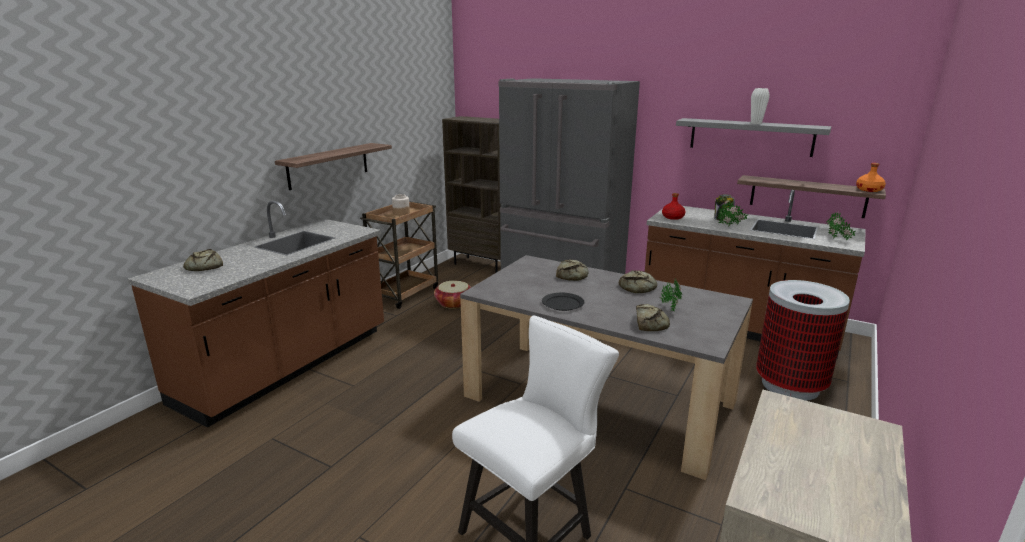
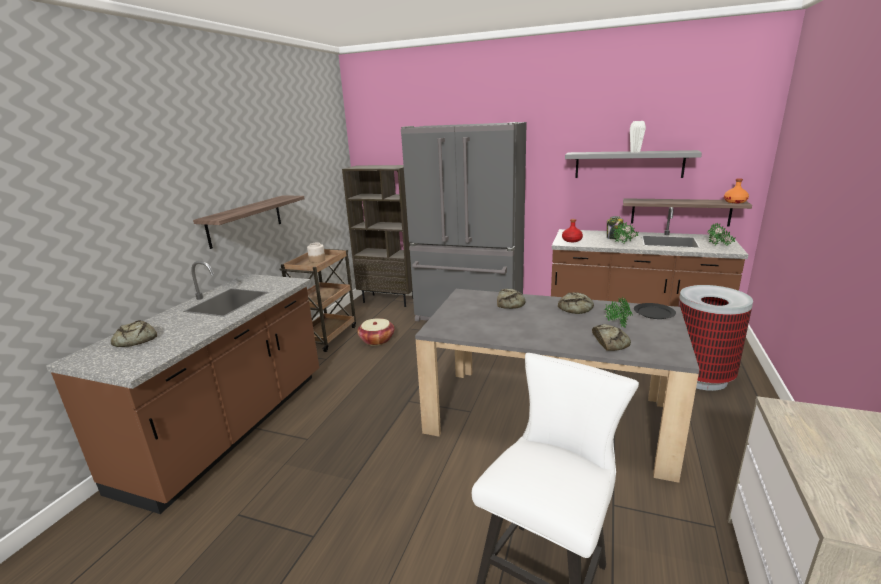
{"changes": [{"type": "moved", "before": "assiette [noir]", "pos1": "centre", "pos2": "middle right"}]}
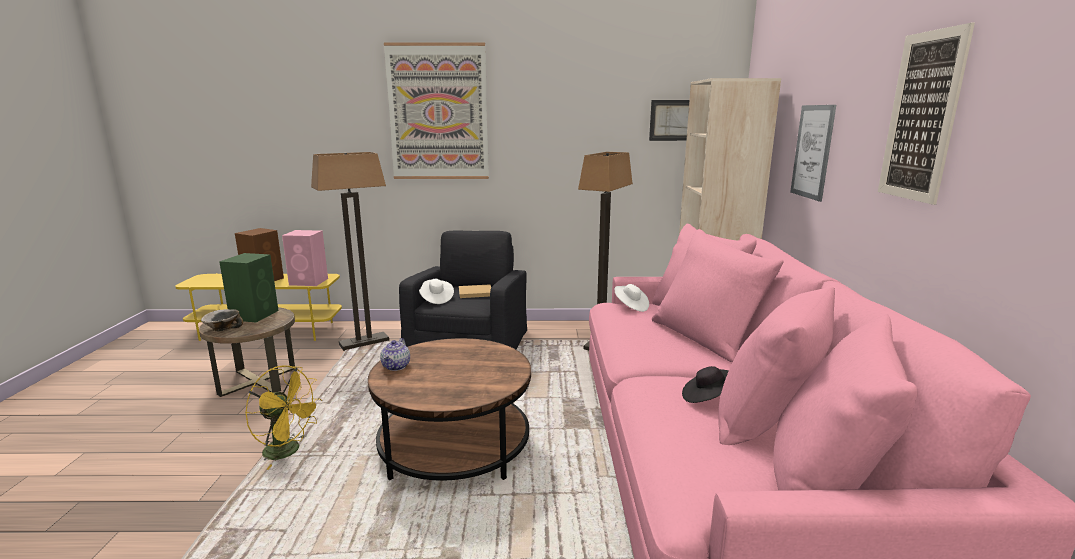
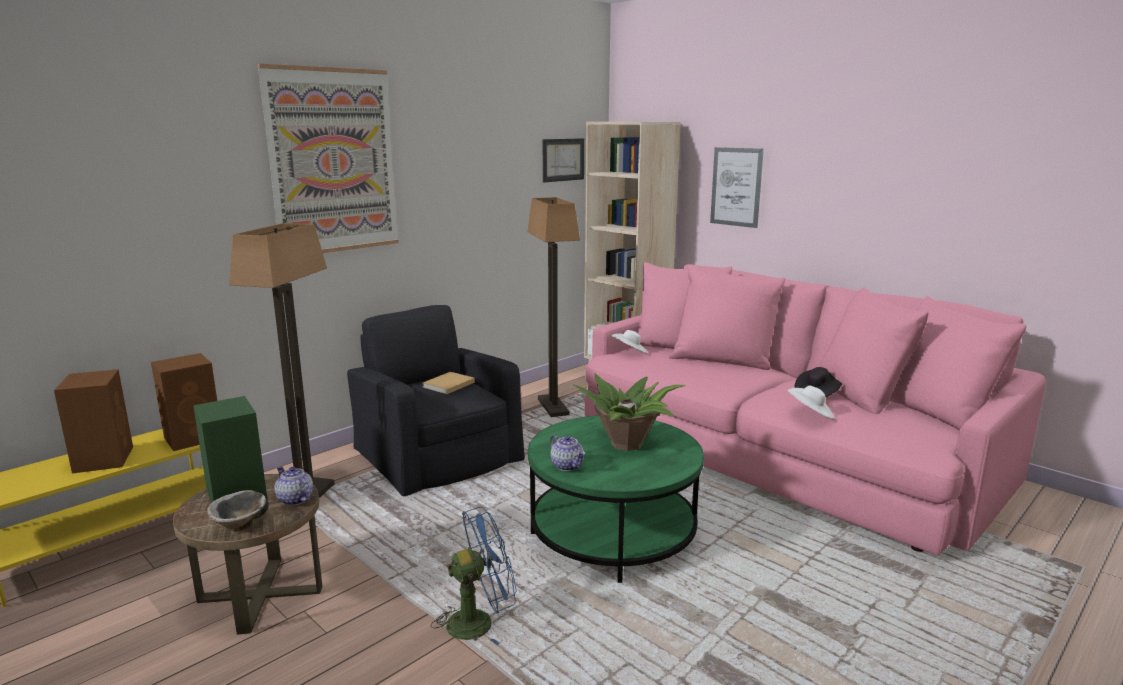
{"changes": [{"type": "removed", "before": "tableau (4th from left)", "pos1": "top right"}, {"type": "recoloured", "before": "enceinte [rose]", "after": "enceinte [marron] (2nd from left)", "pos1": "middle left", "pos2": "middle left"}, {"type": "moved", "before": "chapeau [blanc] (1st from left in the first image)", "after": "chapeau [blanc] (2nd from left)", "pos1": "centre", "pos2": "middle right"}, {"type": "recoloured", "before": "table basse [marron]", "after": "table basse [vert]", "pos1": "bottom centre", "pos2": "bottom centre"}, {"type": "recoloured", "before": "ventilateur [jaune]", "after": "ventilateur [bleu]", "pos1": "bottom left", "pos2": "bottom centre"}, {"type": "added", "after": "plante en pot", "pos2": "centre"}, {"type": "added", "after": "théière (1st from left)", "pos2": "bottom left"}]}
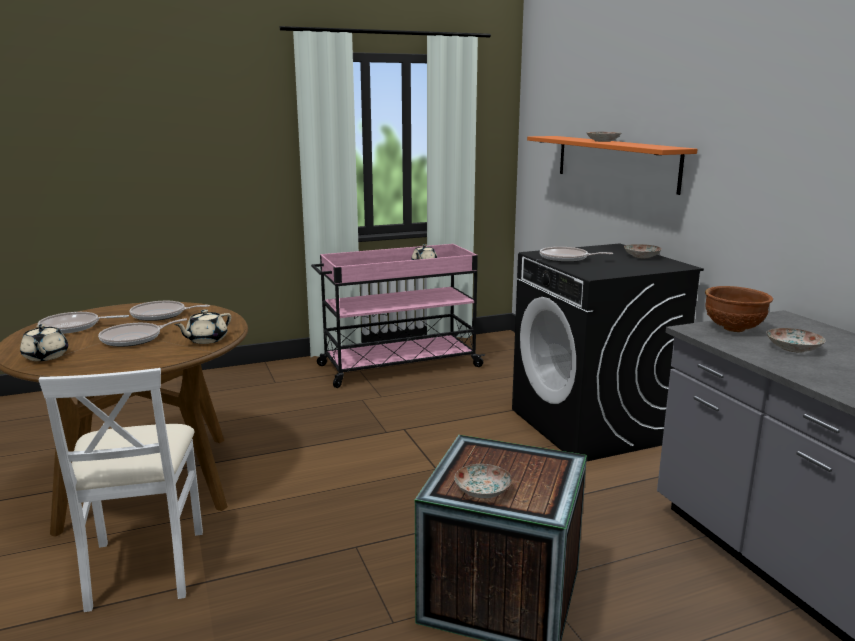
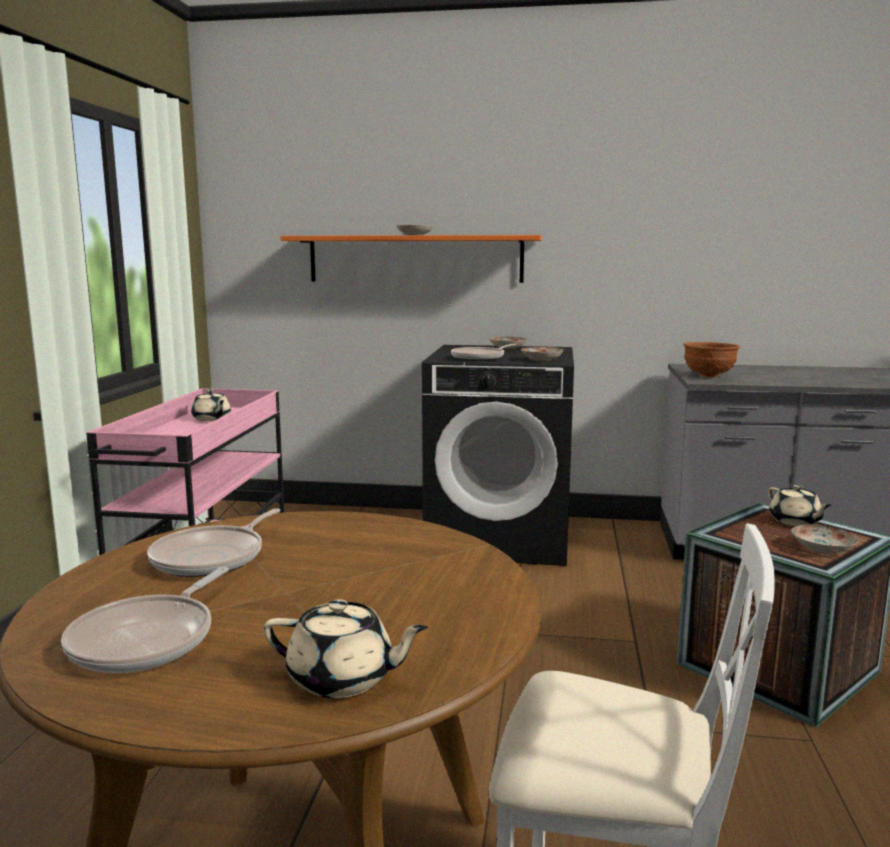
{"changes": [{"type": "moved", "before": "théière [beige] (2nd from left in the first image)", "after": "théière [beige] (3rd from left)", "pos1": "middle left", "pos2": "middle right"}, {"type": "removed", "before": "poêle (2nd from left)", "pos1": "middle left"}, {"type": "moved", "before": "assiette (4th from left in the first image)", "after": "assiette (3rd from left)", "pos1": "middle right", "pos2": "centre"}]}
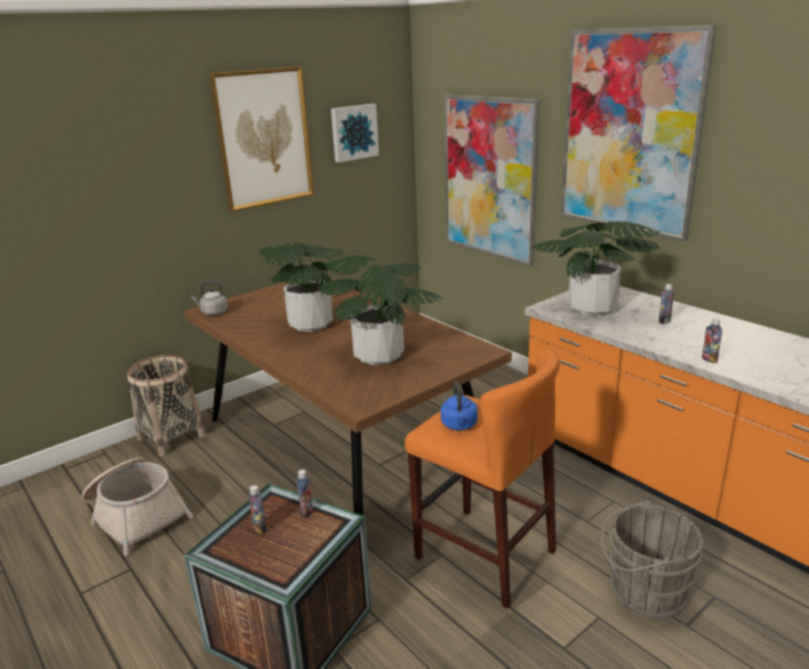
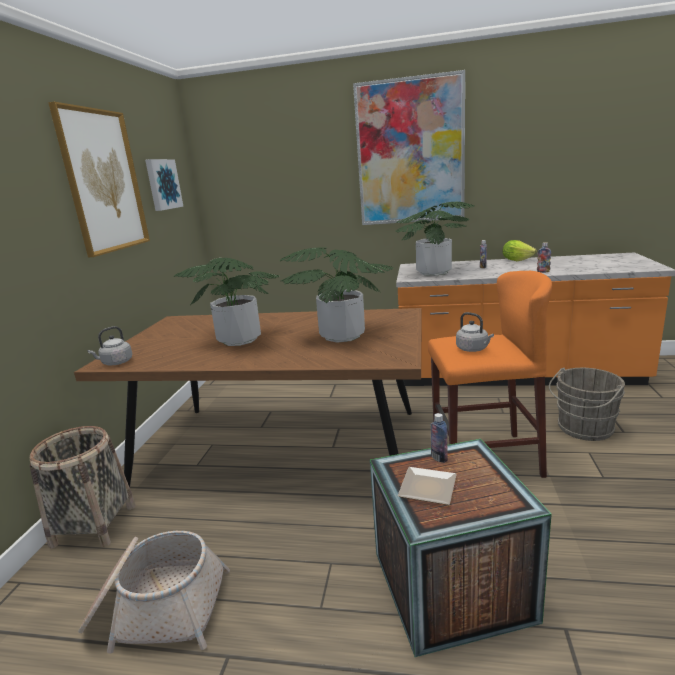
{"changes": [{"type": "removed", "before": "tableau (3rd from left)", "pos1": "top centre"}, {"type": "recoloured", "before": "bouilloire [bleu]", "after": "bouilloire [gris] (2nd from left)", "pos1": "centre", "pos2": "middle right"}, {"type": "replaced", "before": "bouteille (1st from left)", "after": "assiette", "pos1": "bottom left", "pos2": "bottom centre"}, {"type": "added", "after": "laitue", "pos2": "middle right"}]}
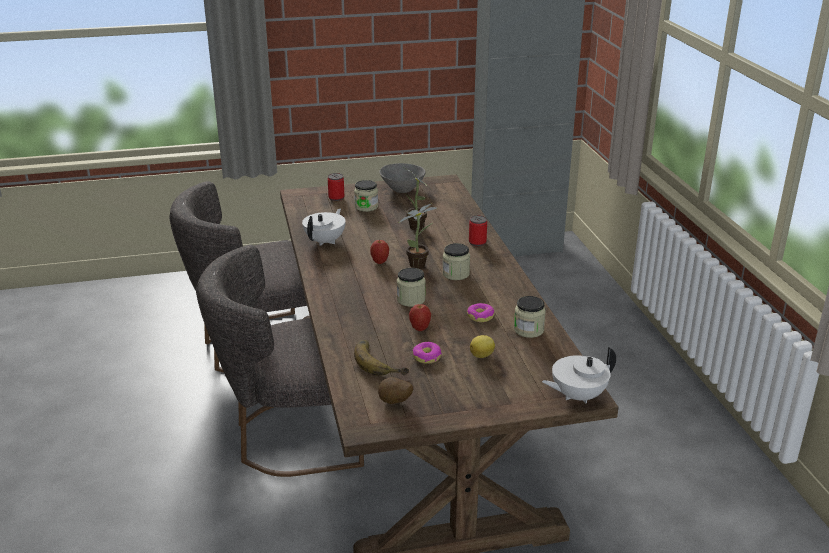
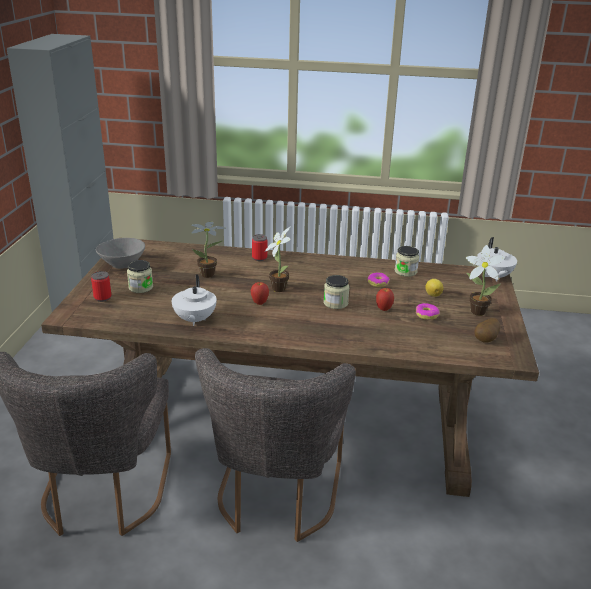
{"changes": [{"type": "turned", "before": "théière [blanc] (1st from left)", "pos1": "centre", "pos2": "middle left", "turn": -135}, {"type": "removed", "before": "bocal (3rd from left)", "pos1": "centre"}, {"type": "removed", "before": "banane", "pos1": "centre"}, {"type": "added", "after": "plante en pot (3rd from left)", "pos2": "middle right"}]}
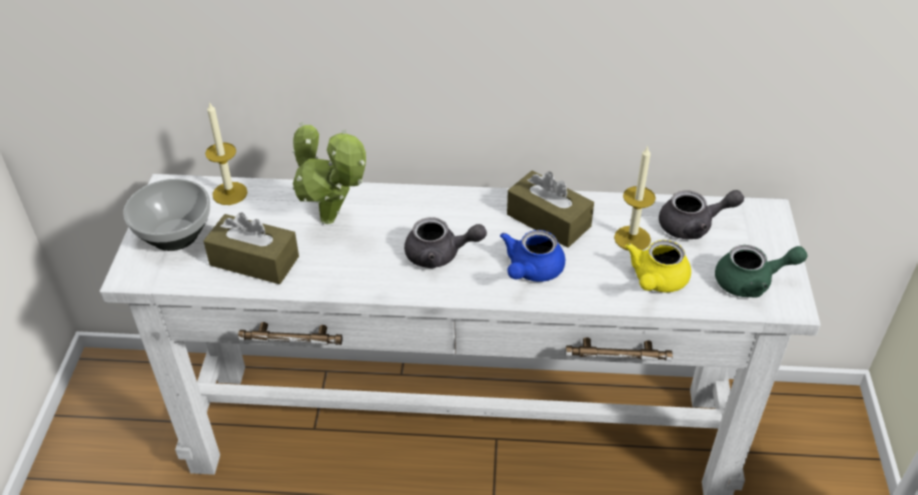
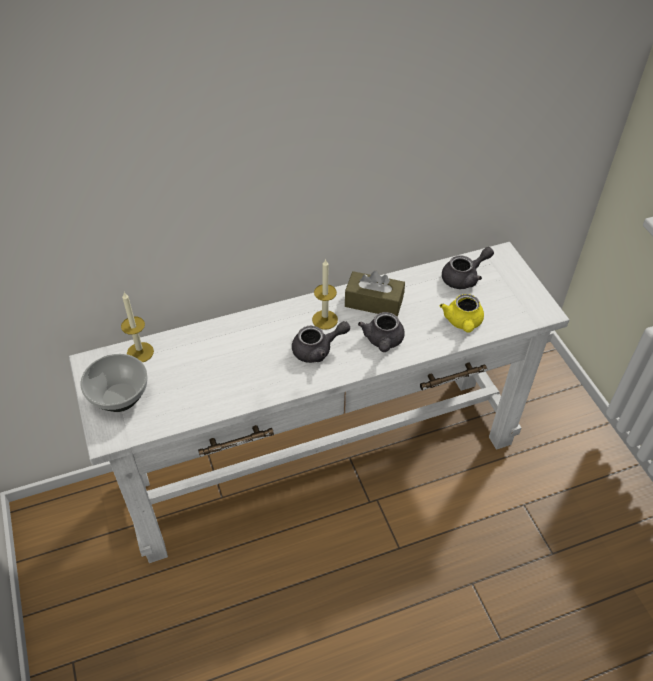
{"changes": [{"type": "removed", "before": "plante en pot", "pos1": "centre"}, {"type": "moved", "before": "bougie (2nd from left)", "pos1": "middle right", "pos2": "centre"}, {"type": "removed", "before": "boîte à mouchoirs [marron] (1st from left)", "pos1": "middle left"}, {"type": "recoloured", "before": "théière [bleu]", "after": "théière [gris] (2nd from left)", "pos1": "centre", "pos2": "centre"}, {"type": "removed", "before": "théière [vert]", "pos1": "middle right"}]}
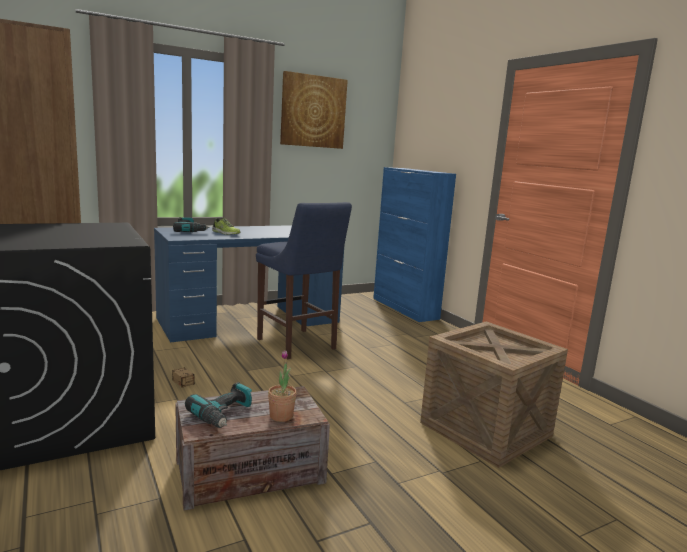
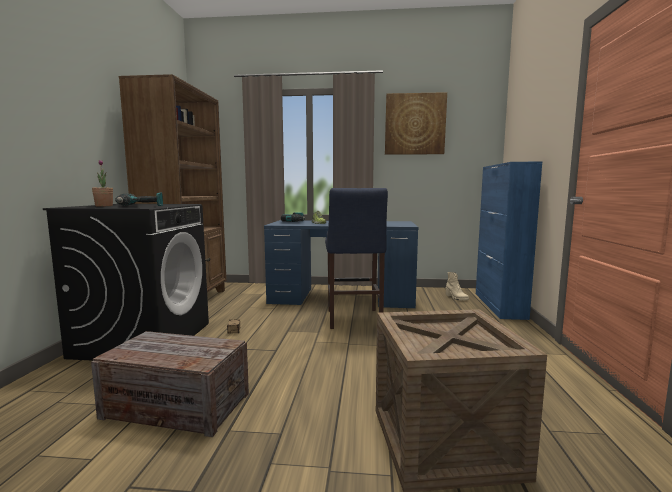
{"changes": [{"type": "moved", "before": "plante en pot", "pos1": "bottom centre", "pos2": "middle left"}, {"type": "moved", "before": "perceuse (2nd from left in the first image)", "after": "perceuse (1st from left)", "pos1": "bottom left", "pos2": "middle left"}, {"type": "added", "after": "botte [beige]", "pos2": "middle right"}]}
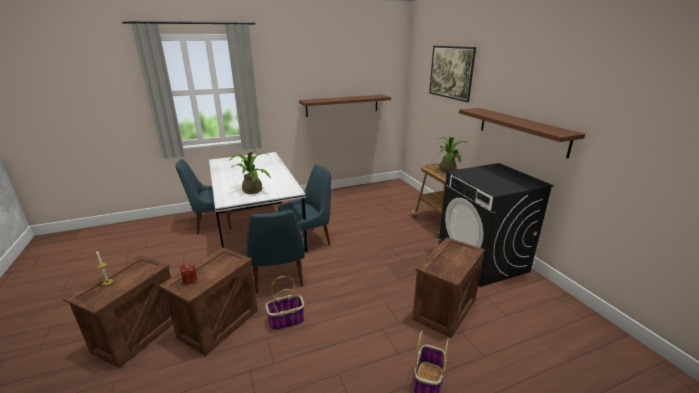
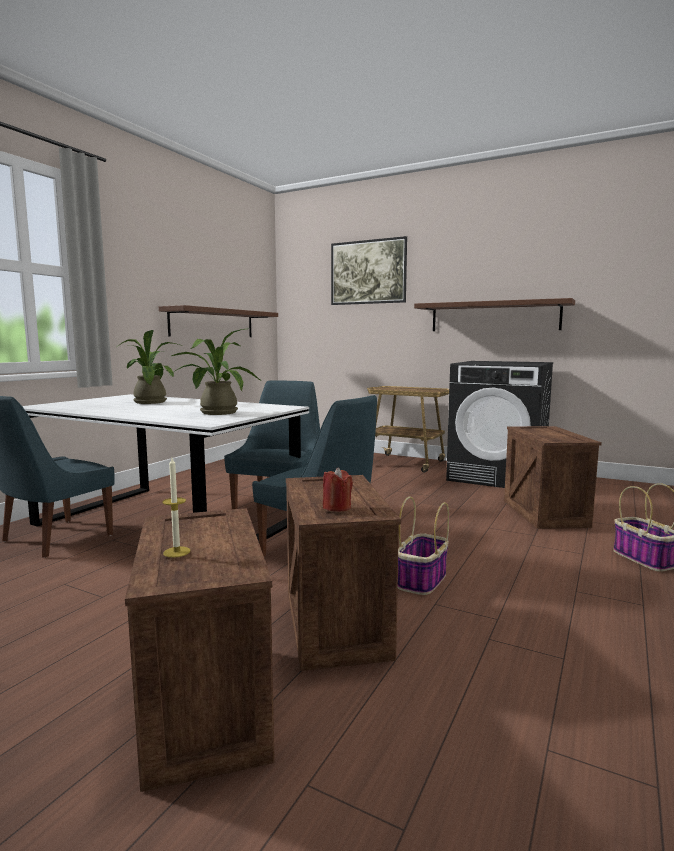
{"changes": [{"type": "moved", "before": "plante en pot (2nd from left in the first image)", "after": "plante en pot (1st from left)", "pos1": "centre", "pos2": "middle left"}]}
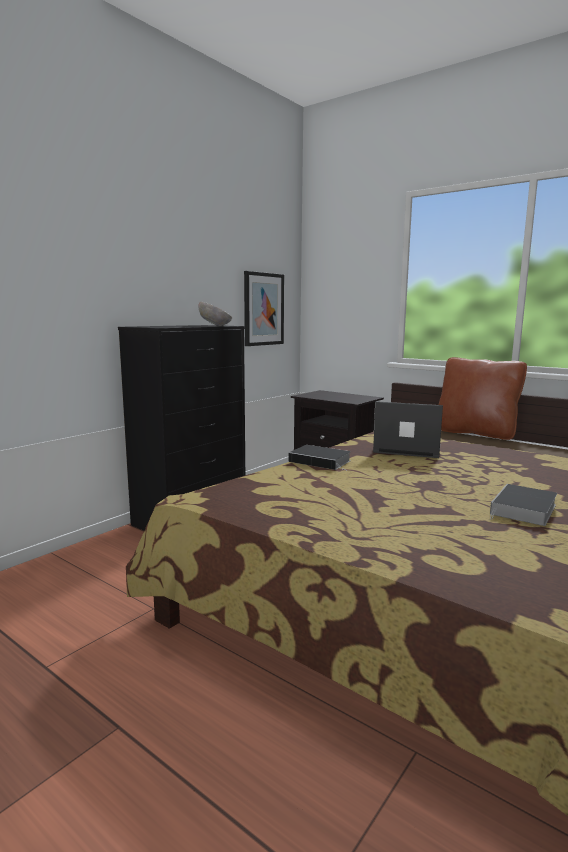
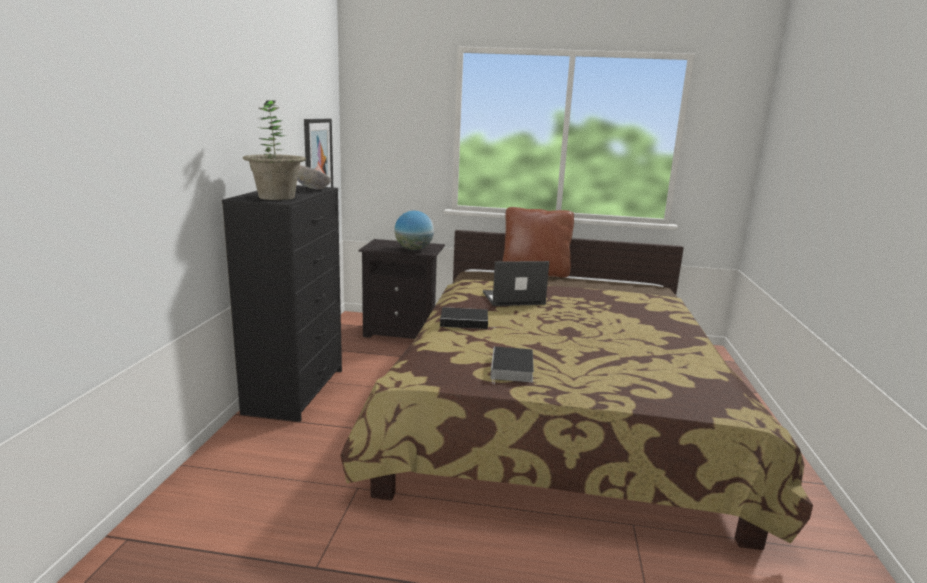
{"changes": [{"type": "moved", "before": "livre (2nd from left)", "pos1": "middle right", "pos2": "centre"}, {"type": "added", "after": "plante en pot", "pos2": "top left"}, {"type": "added", "after": "globe", "pos2": "centre"}]}
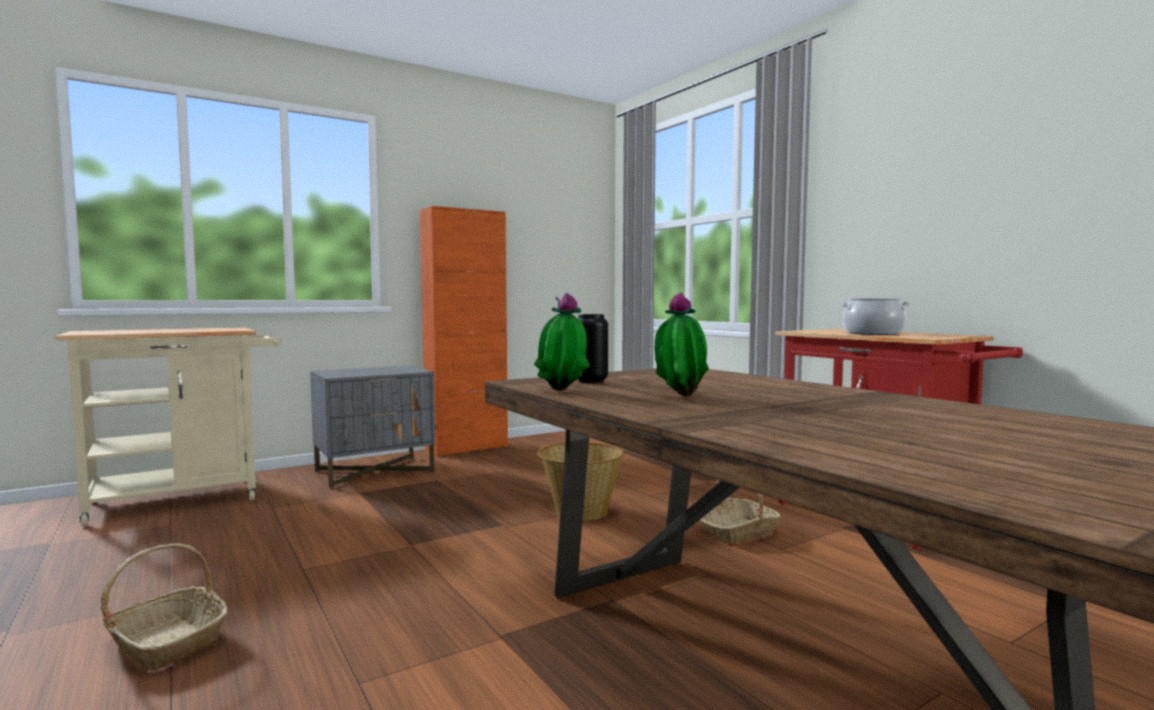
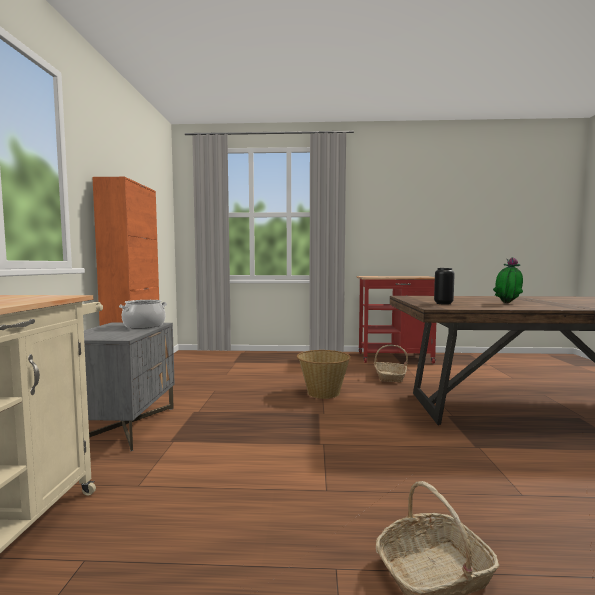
{"changes": [{"type": "removed", "before": "plante en pot (1st from left)", "pos1": "centre"}, {"type": "moved", "before": "marmite", "pos1": "middle right", "pos2": "middle left"}]}
